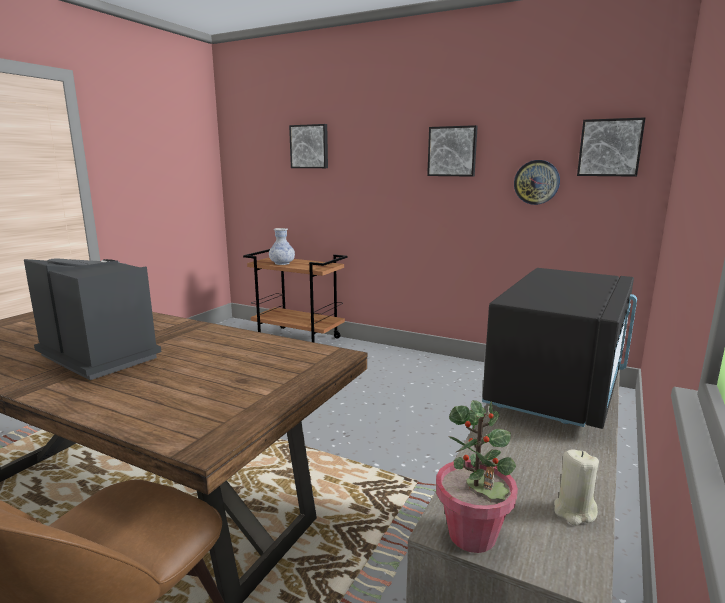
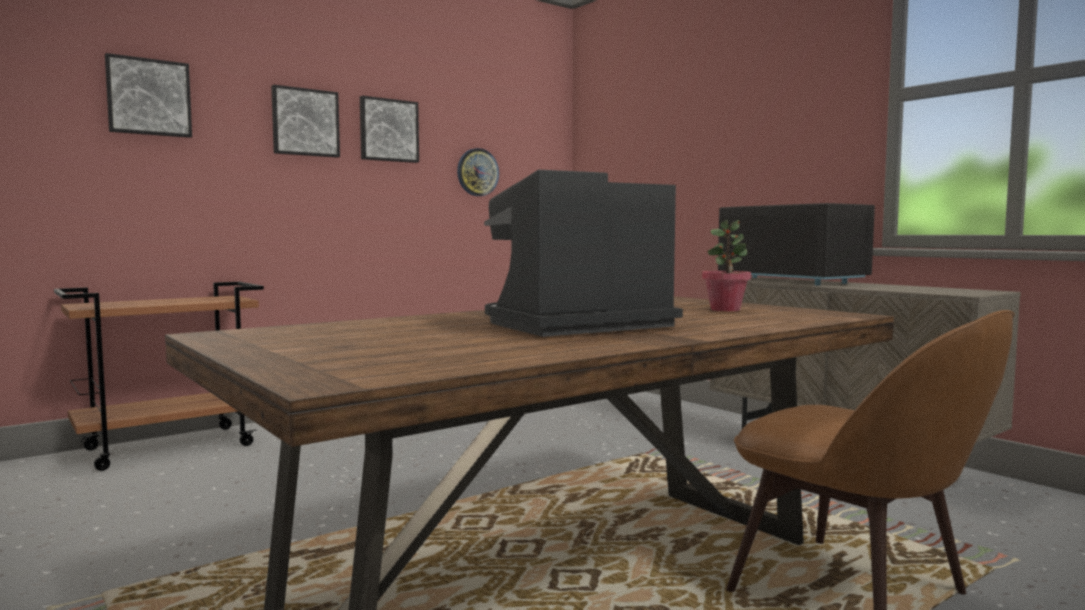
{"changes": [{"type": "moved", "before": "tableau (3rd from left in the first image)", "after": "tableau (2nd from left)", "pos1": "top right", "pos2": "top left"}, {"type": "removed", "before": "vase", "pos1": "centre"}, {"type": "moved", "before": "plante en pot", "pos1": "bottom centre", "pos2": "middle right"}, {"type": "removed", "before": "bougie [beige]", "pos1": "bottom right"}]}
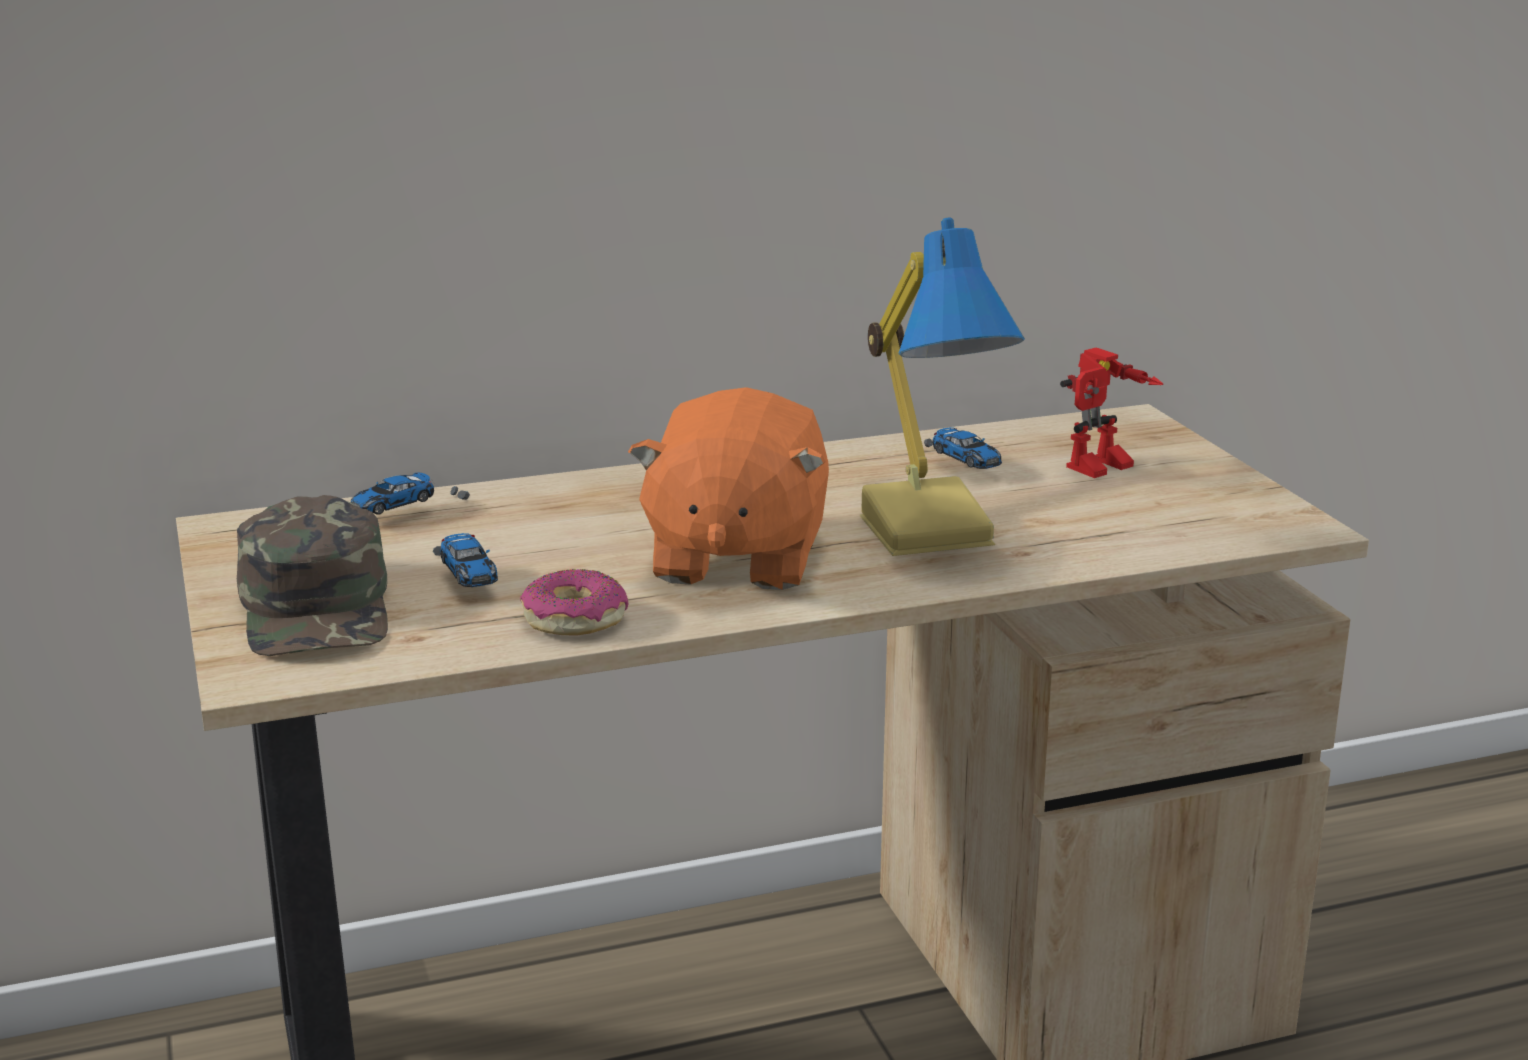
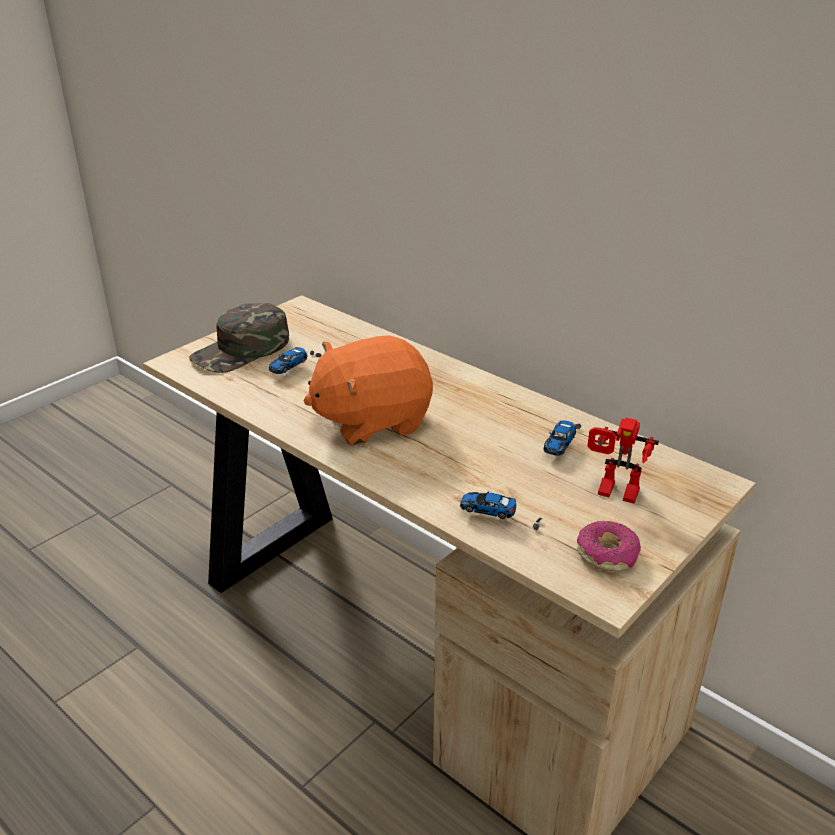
{"changes": [{"type": "removed", "before": "lampe de table", "pos1": "centre"}, {"type": "moved", "before": "petite voiture (1st from left in the first image)", "after": "petite voiture (2nd from left)", "pos1": "middle left", "pos2": "centre"}, {"type": "moved", "before": "beignet", "pos1": "centre", "pos2": "middle right"}]}
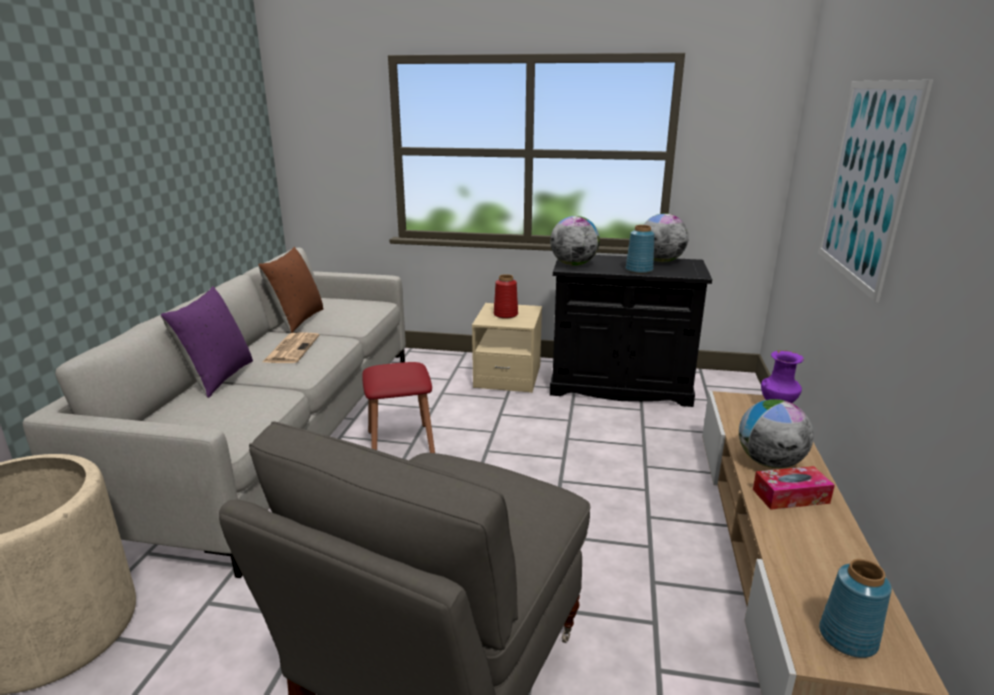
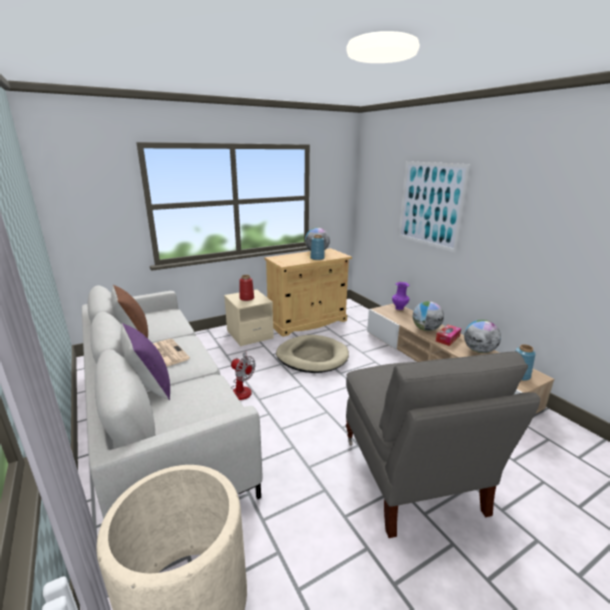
{"changes": [{"type": "moved", "before": "globe (1st from left in the first image)", "after": "globe (3rd from left)", "pos1": "centre", "pos2": "middle right"}, {"type": "recoloured", "before": "meuble de rangement [noir]", "after": "meuble de rangement [beige]", "pos1": "centre", "pos2": "centre"}, {"type": "replaced", "before": "tabouret [rouge]", "after": "ventilateur", "pos1": "centre", "pos2": "centre"}, {"type": "added", "after": "panier pour chien [beige]", "pos2": "centre"}]}
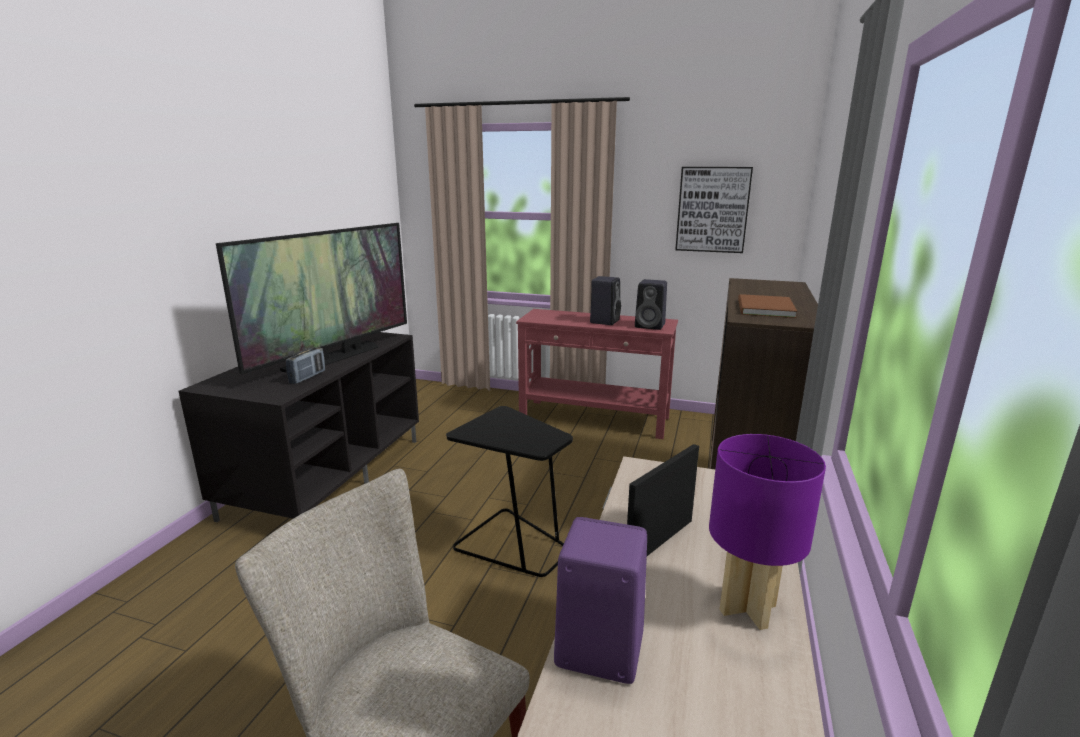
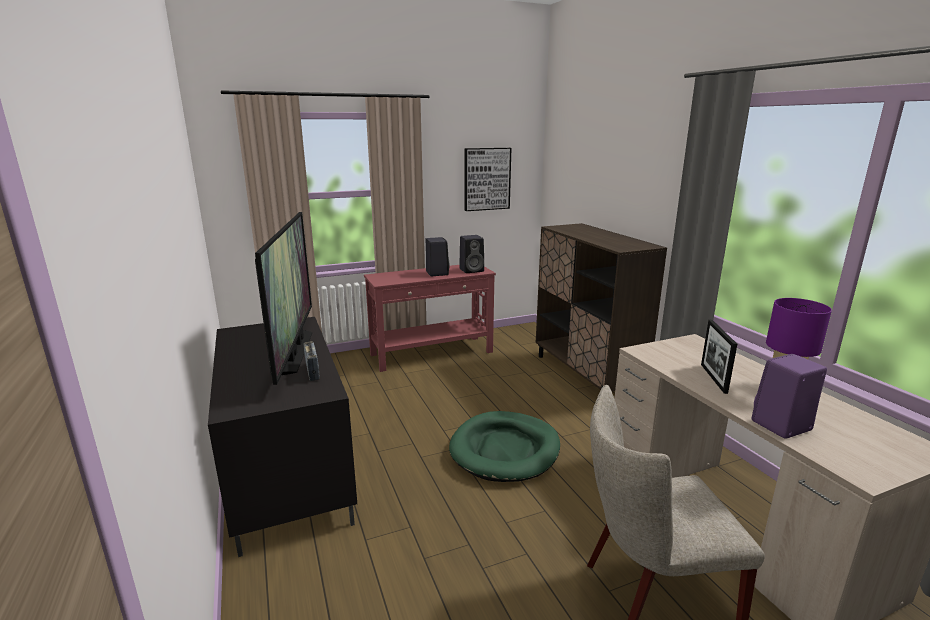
{"changes": [{"type": "removed", "before": "livre [marron]", "pos1": "middle right"}, {"type": "replaced", "before": "table d'appoint [noir]", "after": "panier pour chien [vert]", "pos1": "centre", "pos2": "bottom centre"}]}
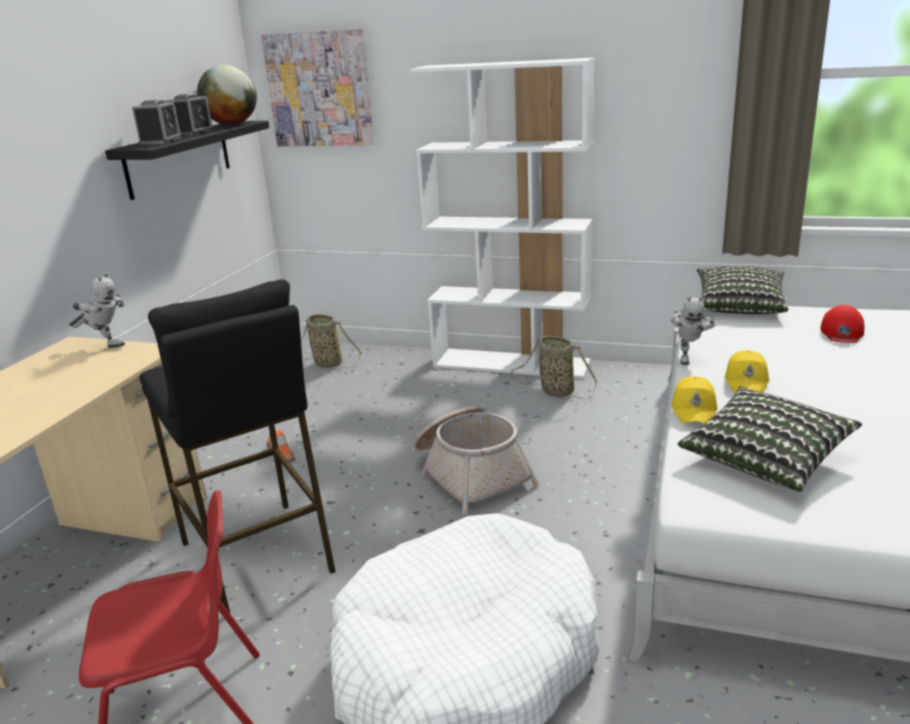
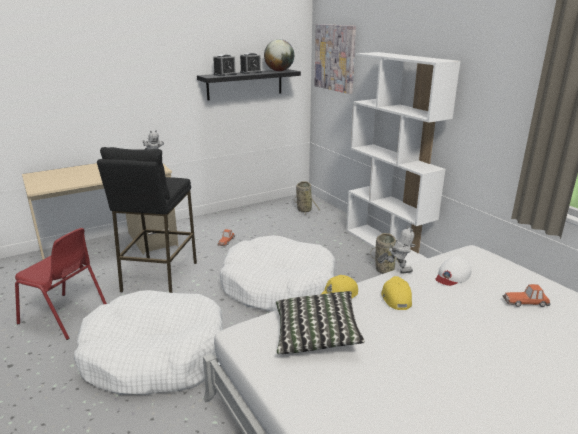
{"changes": [{"type": "removed", "before": "coussin (1st from left)", "pos1": "middle right"}, {"type": "turned", "before": "robot jouet (2nd from left)", "pos1": "middle right", "pos2": "middle right", "turn": -150}, {"type": "replaced", "before": "casquette [rouge]", "after": "petite voiture (2nd from left)", "pos1": "middle right", "pos2": "bottom right"}, {"type": "turned", "before": "casquette [jaune] (2nd from left)", "pos1": "middle right", "pos2": "bottom right", "turn": 120}, {"type": "replaced", "before": "panier (2nd from left)", "after": "panier pour chien [blanc] (2nd from left)", "pos1": "centre", "pos2": "centre"}, {"type": "added", "after": "casquette [blanc]", "pos2": "middle right"}]}
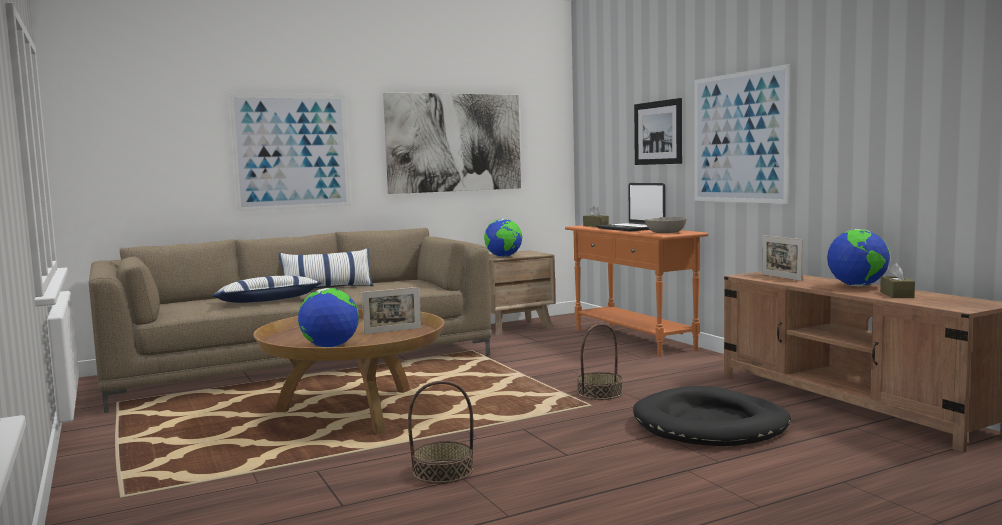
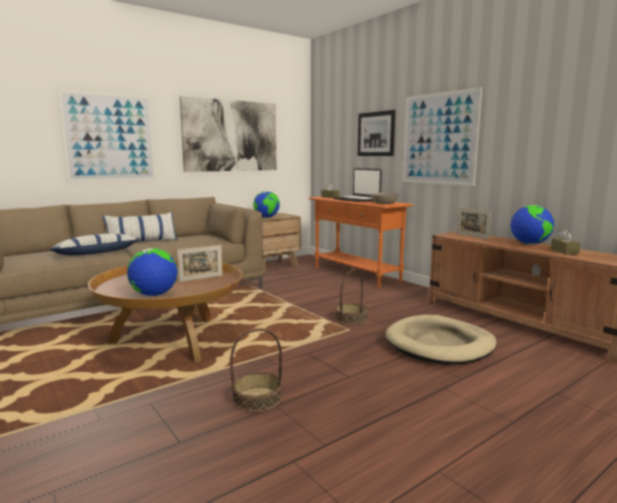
{"changes": [{"type": "recoloured", "before": "panier pour chien [noir]", "after": "panier pour chien [beige]", "pos1": "bottom right", "pos2": "bottom right"}]}
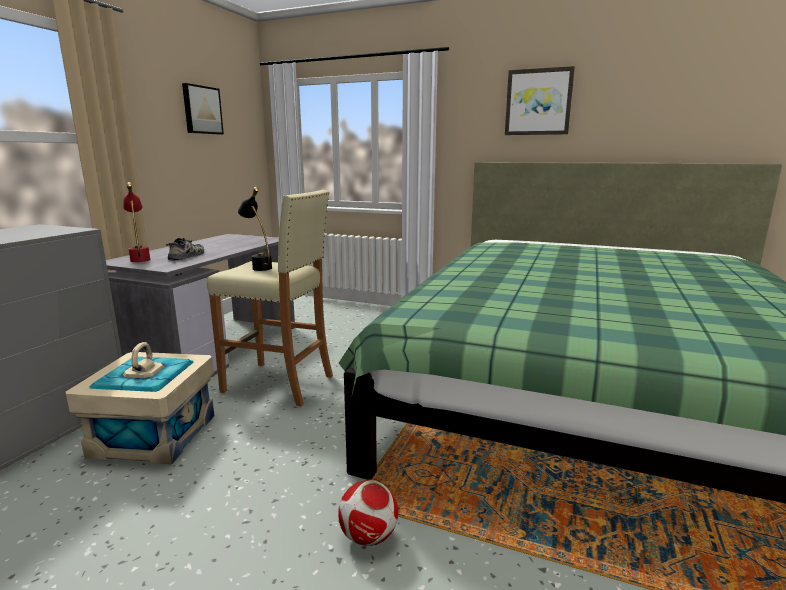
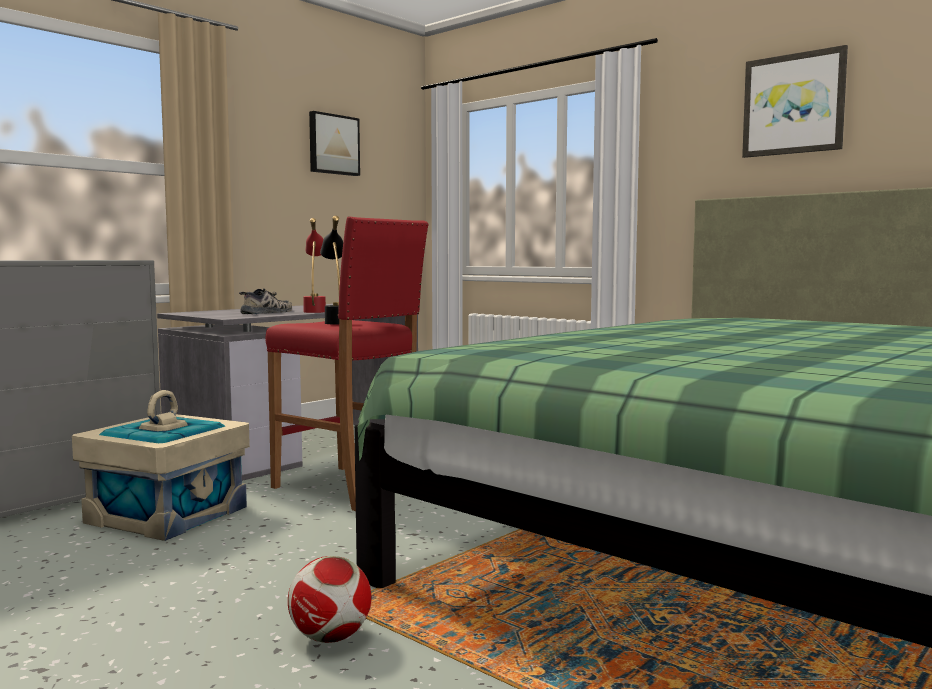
{"changes": [{"type": "moved", "before": "lampe de table [rouge]", "pos1": "middle left", "pos2": "centre"}, {"type": "recoloured", "before": "tabouret [beige]", "after": "tabouret [rouge]", "pos1": "centre", "pos2": "centre"}]}
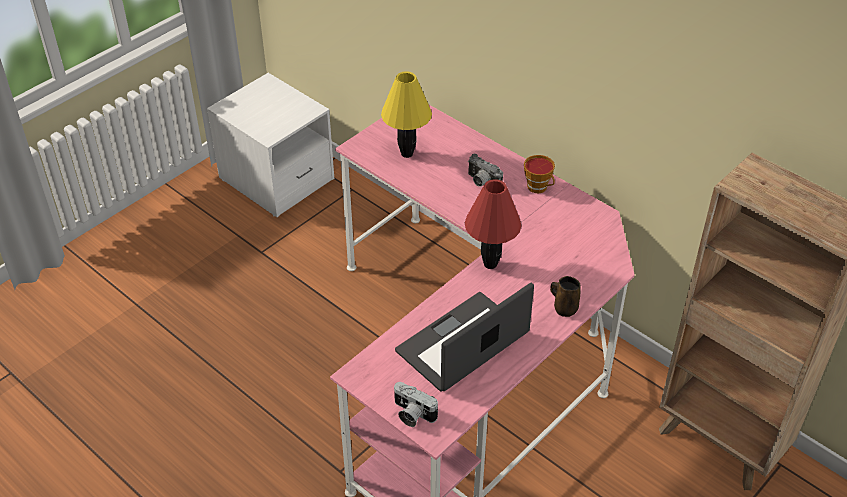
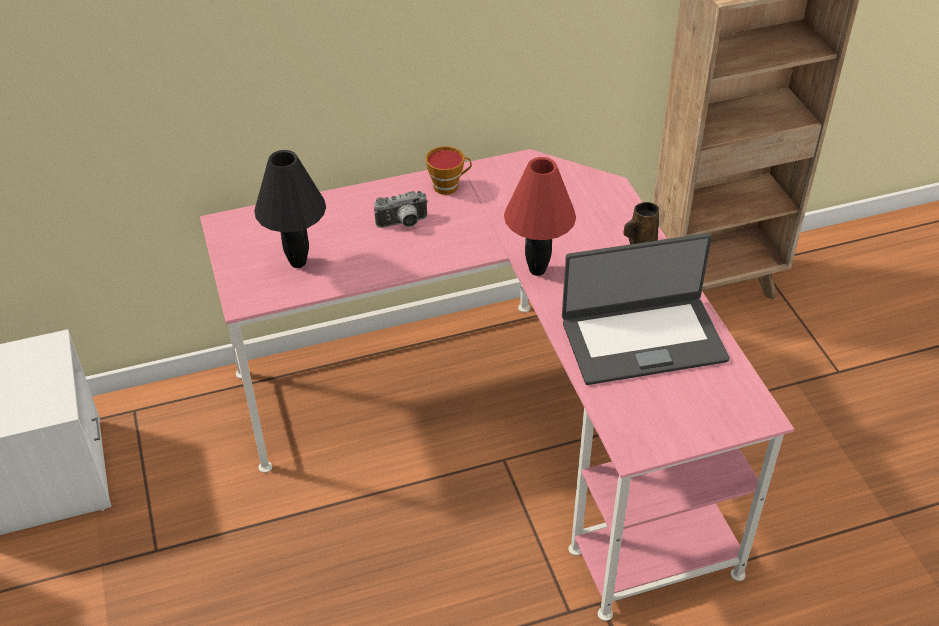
{"changes": [{"type": "recoloured", "before": "lampe de table [jaune]", "after": "lampe de table [noir]", "pos1": "top centre", "pos2": "middle left"}, {"type": "turned", "before": "ordinateur portable", "pos1": "bottom centre", "pos2": "middle right", "turn": -90}, {"type": "removed", "before": "appareil photo (1st from left)", "pos1": "bottom centre"}]}
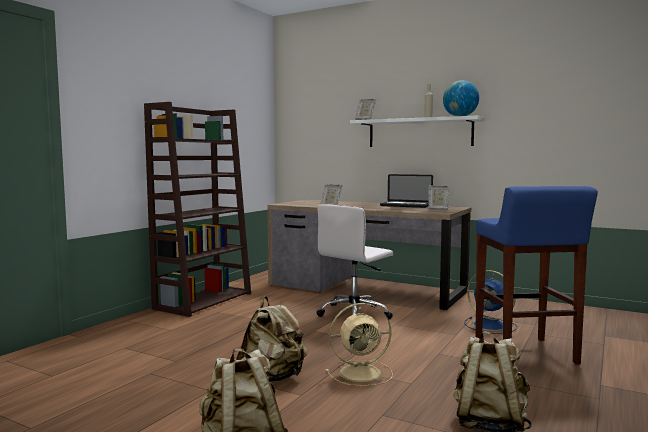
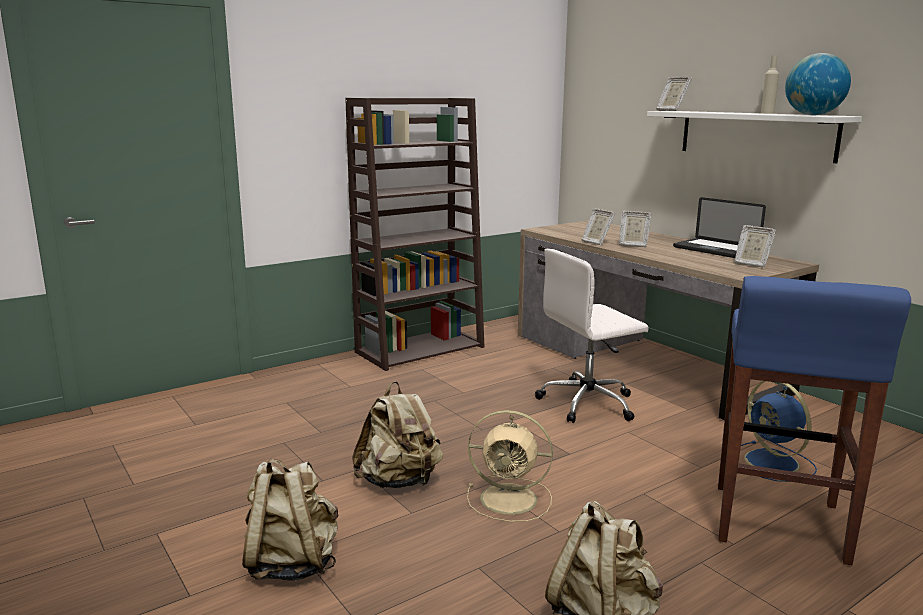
{"changes": [{"type": "added", "after": "cadre photo (2nd from left)", "pos2": "middle right"}]}
